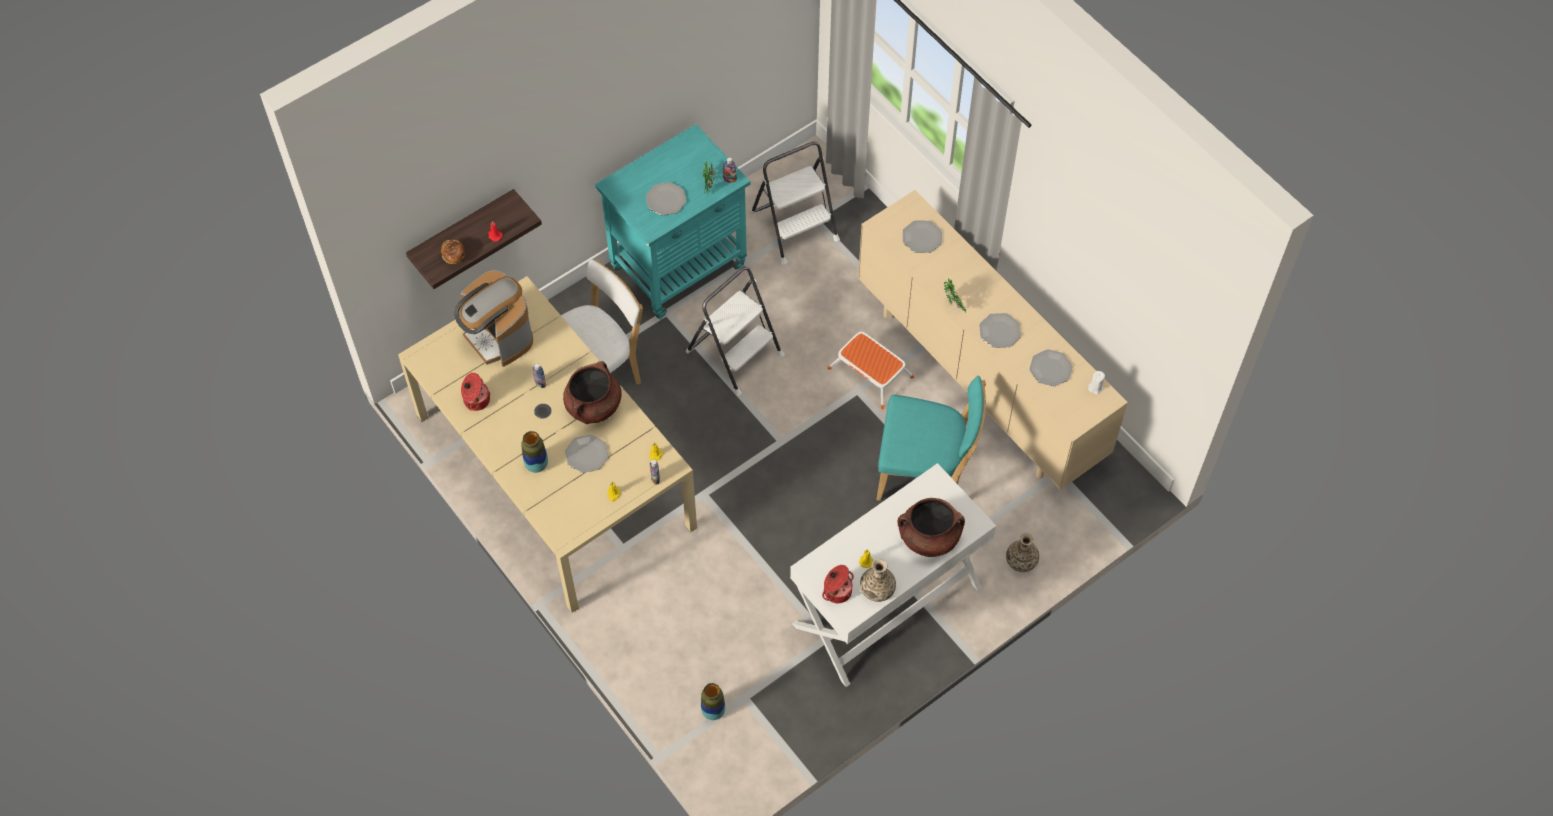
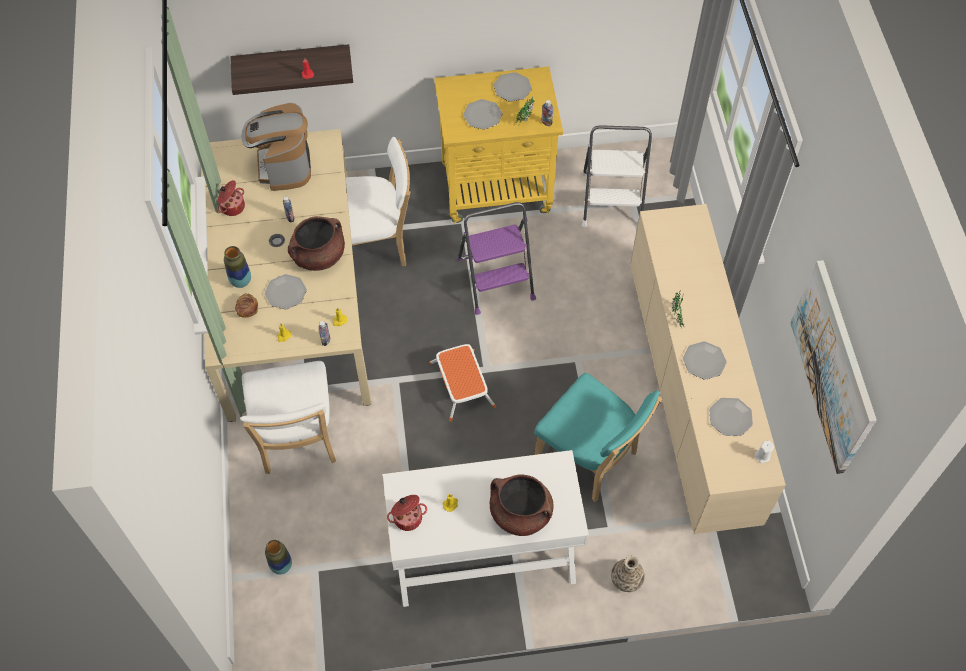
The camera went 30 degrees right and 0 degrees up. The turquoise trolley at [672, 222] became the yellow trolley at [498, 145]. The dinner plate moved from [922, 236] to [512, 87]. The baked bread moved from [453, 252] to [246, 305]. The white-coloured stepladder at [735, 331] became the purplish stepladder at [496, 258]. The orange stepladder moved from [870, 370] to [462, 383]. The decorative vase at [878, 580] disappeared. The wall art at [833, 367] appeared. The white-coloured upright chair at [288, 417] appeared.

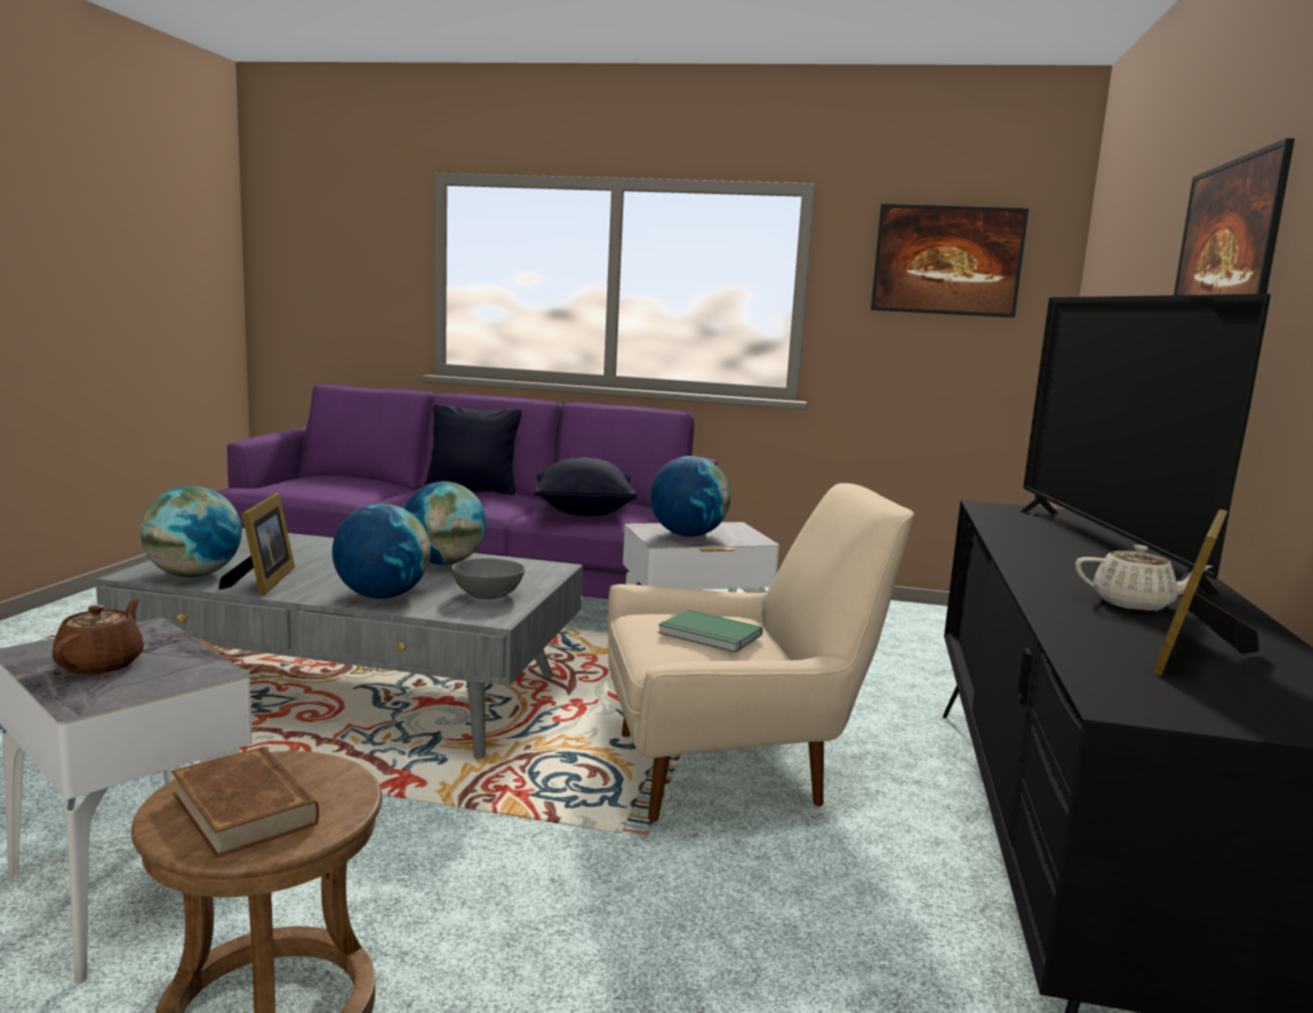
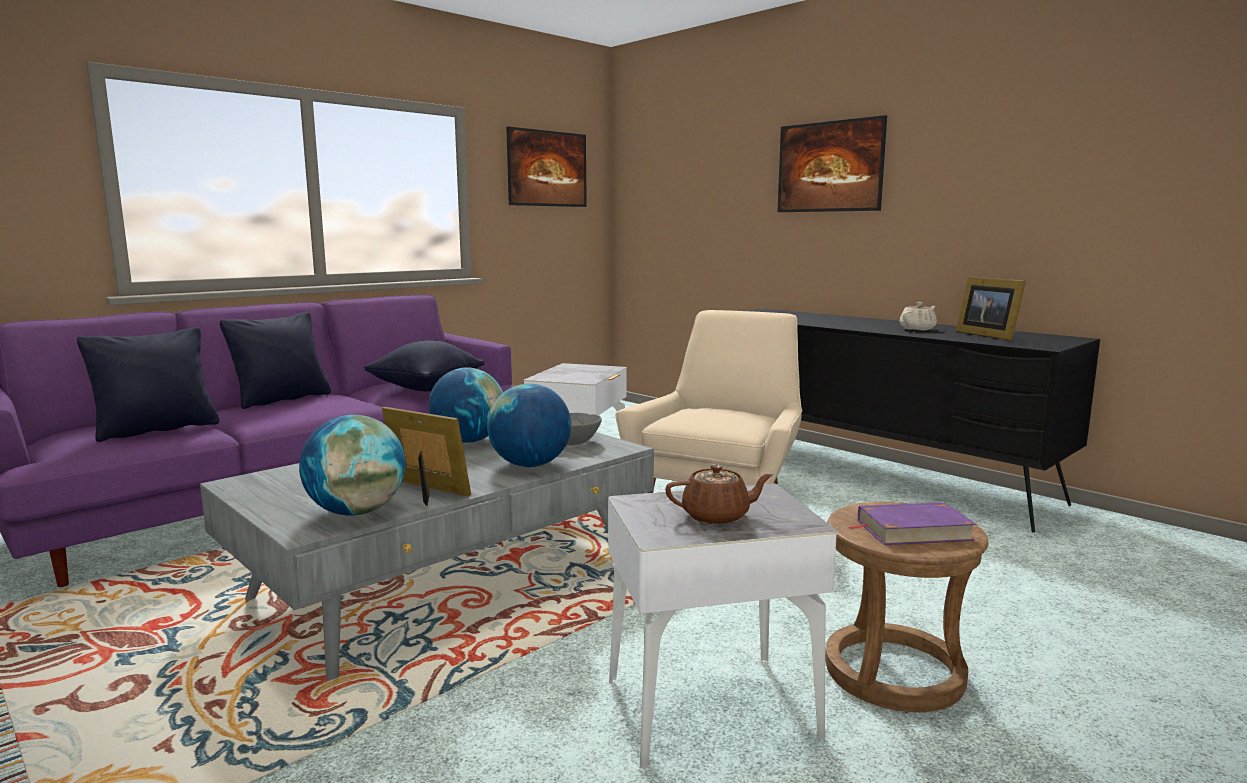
The camera went 55 degrees left and 0 degrees up. The TV set at [1144, 444] disappeared. The desk globe at [690, 496] disappeared. The brownish tea pot at [97, 636] turned 135 degrees clockwise. The green-coloured bound book at [710, 631] disappeared. The brownish bound book at [245, 802] became the purplish bound book at [912, 523]. The black pillow at [148, 384] appeared.

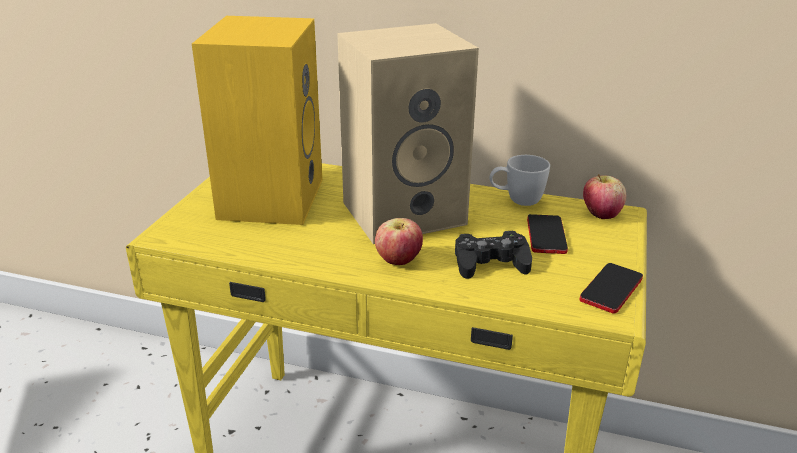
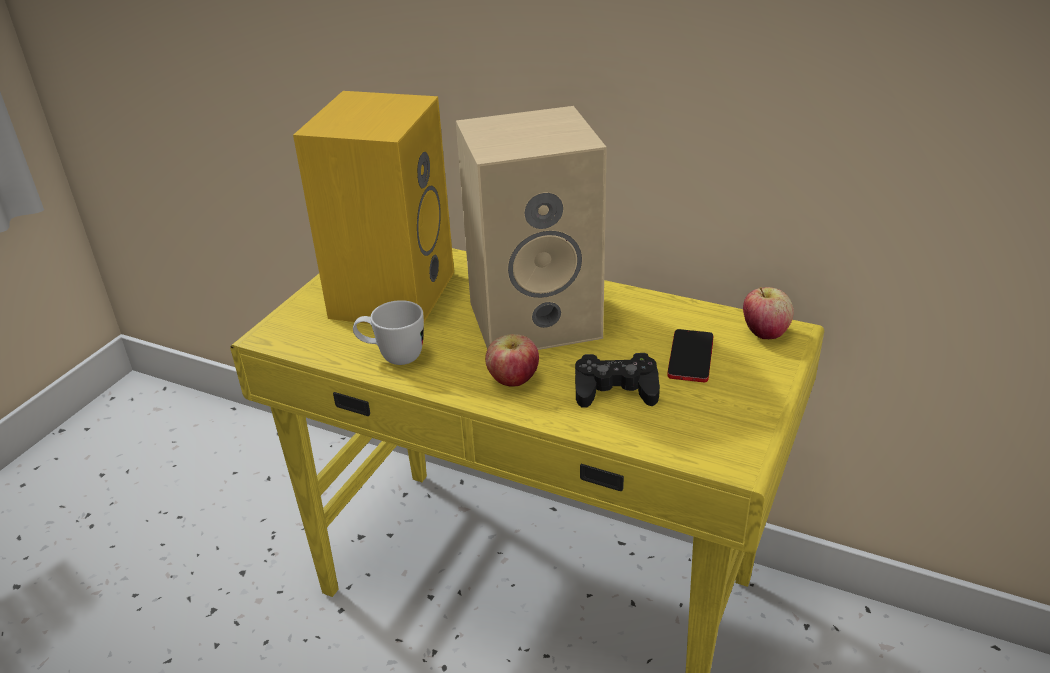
The camera went 10 degrees right and 5 degrees up. The white-coloured mug moved from [520, 180] to [388, 332]. The phone at [611, 288] disappeared.

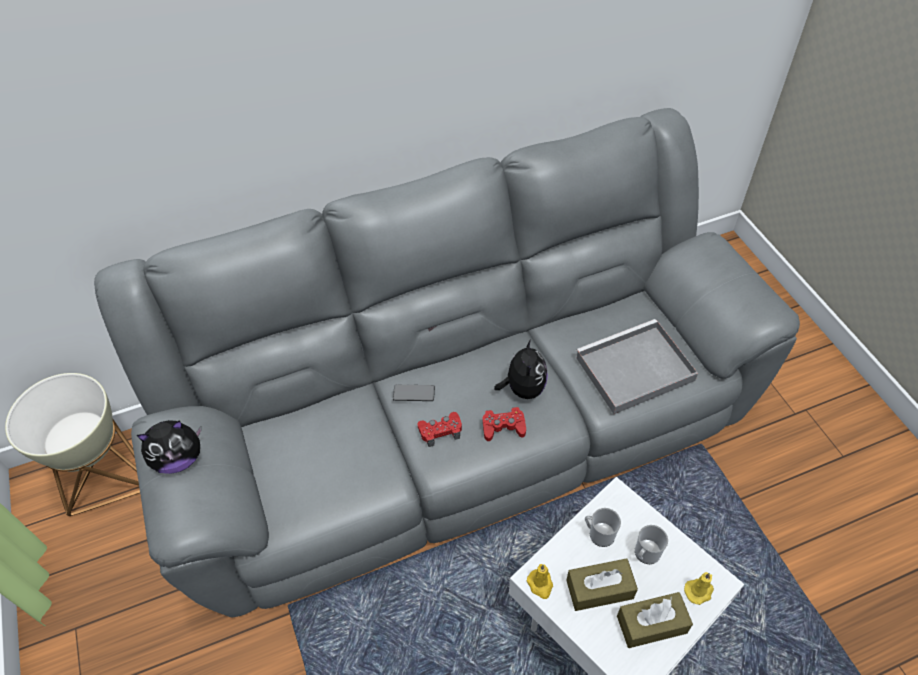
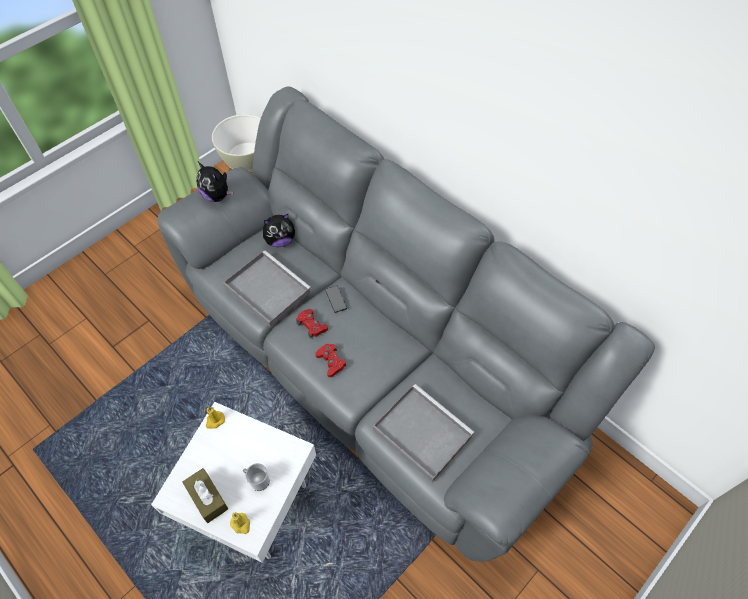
The camera went 65 degrees right and 5 degrees up. The cuddly toy moved from [521, 369] to [279, 230]. The mug at [603, 527] disappeared. The brownish box of tissues at [602, 584] disappeared. The greyish carrying tray at [267, 289] appeared.

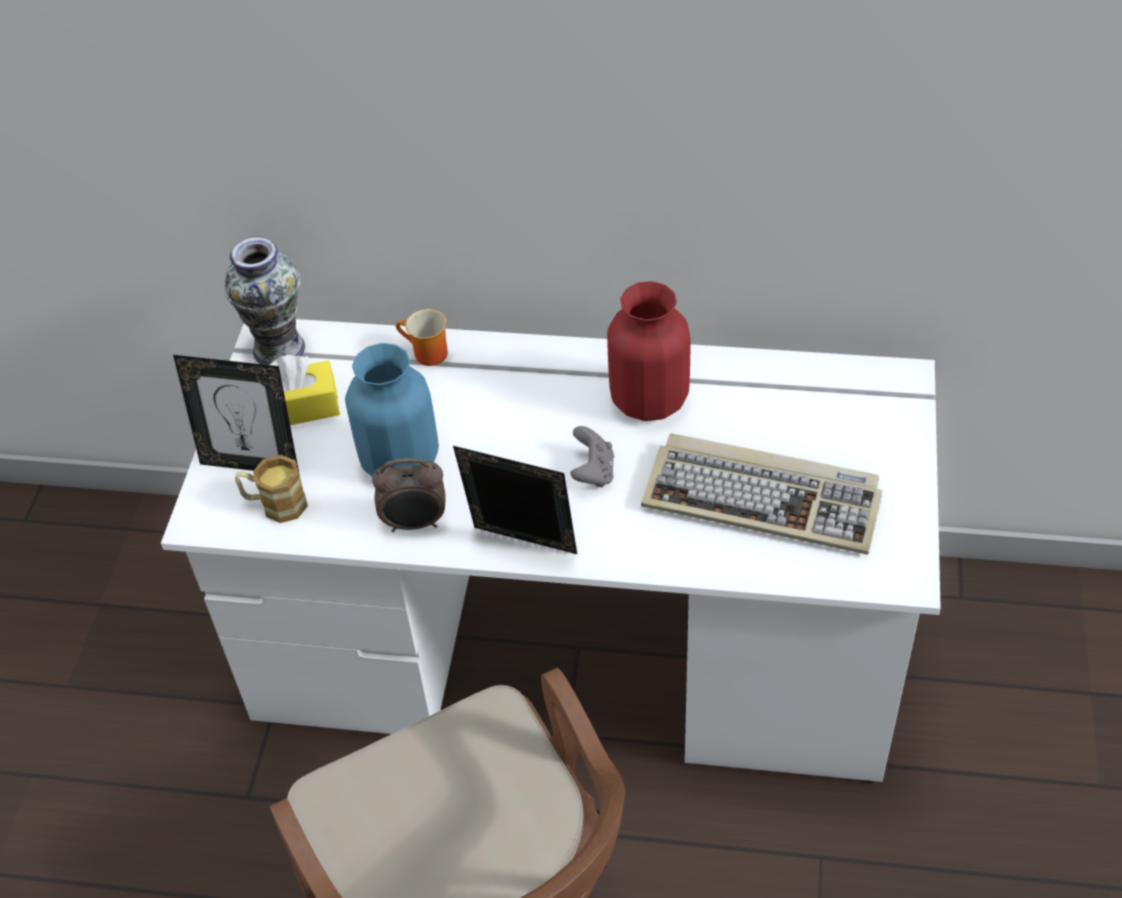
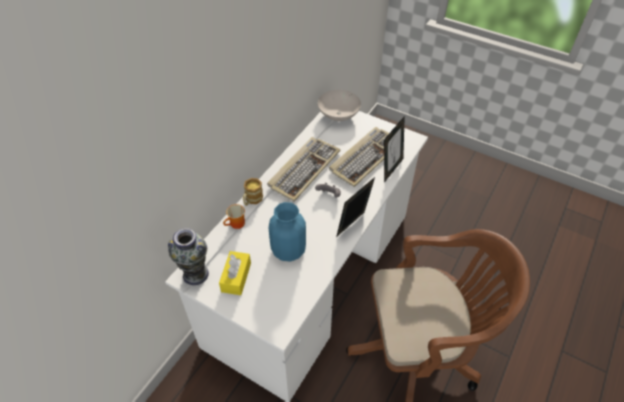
The camera went 70 degrees left and 0 degrees up. The red-coloured decorative vase at [648, 351] was replaced by the PC keyboard at [303, 169]. The photo frame moved from [236, 415] to [394, 149]. The mug moved from [271, 489] to [253, 192]. The alarm clock at [409, 495] disappeared. The white-coloured bowl at [339, 105] appeared.

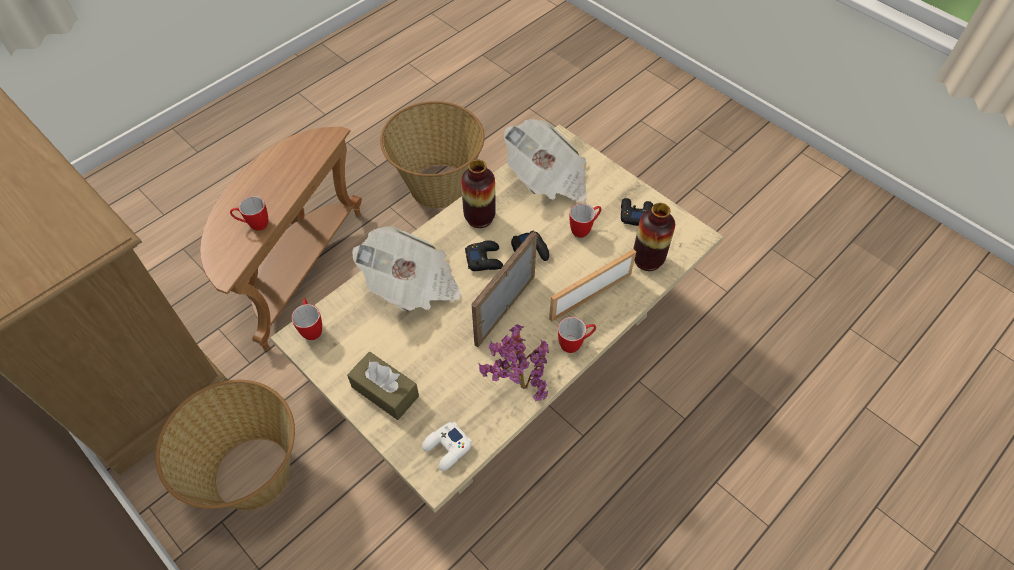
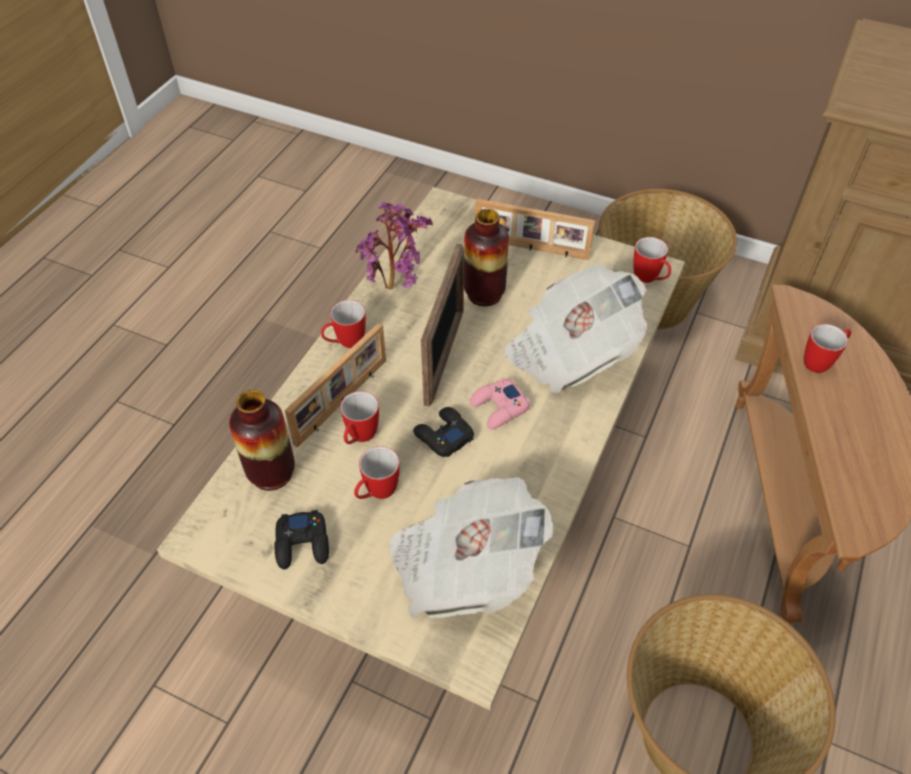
The camera went 160 degrees right and 5 degrees down. The decorative vase moved from [478, 194] to [486, 257]. The black gamepad at [484, 256] became the pinkish gamepad at [500, 403]. The brownish box of tissues at [383, 386] was replaced by the photo frame at [535, 229]. The white-coloured gamepad at [447, 446] disappeared. The mug at [359, 417] appeared.

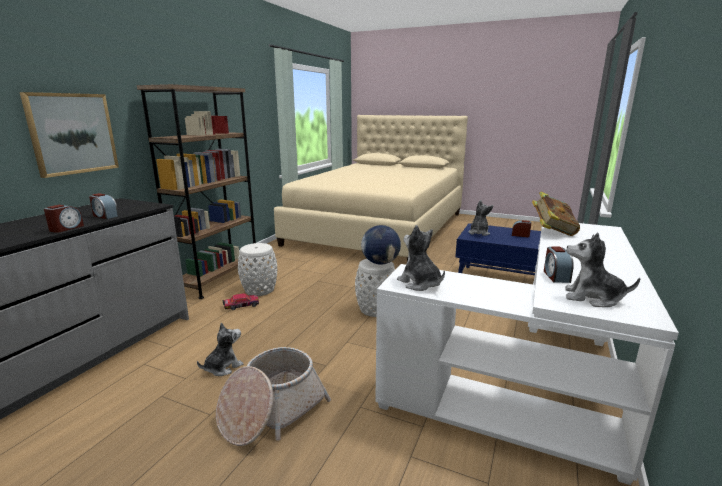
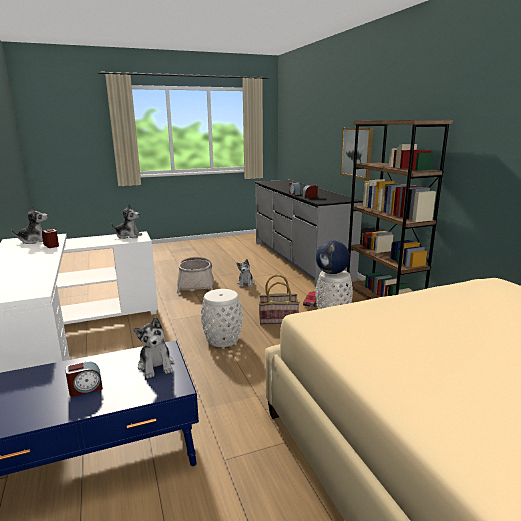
The camera went 135 degrees right and 0 degrees up. The bound book at [556, 214] disappeared. The desk globe moved from [381, 245] to [333, 257]. The storage basket at [279, 300] appeared.

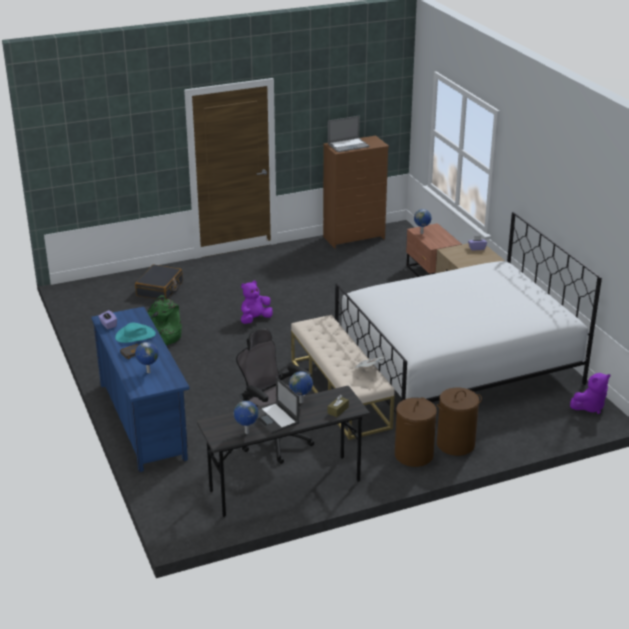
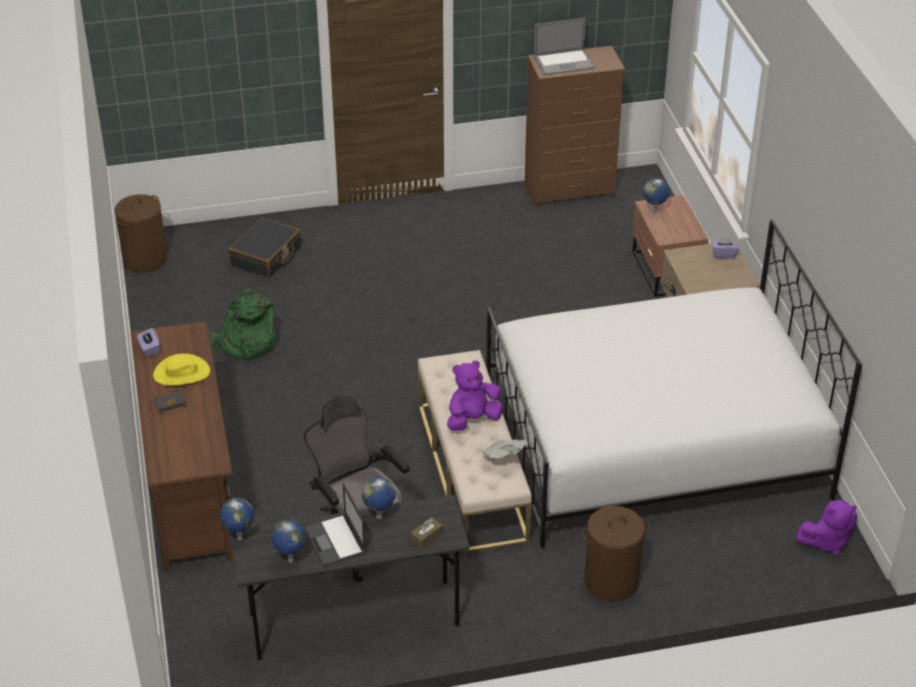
The camera went 10 degrees right and 10 degrees up. The purplish cuddly toy moved from [257, 302] to [475, 395]. The bluish drawer chest at [140, 389] became the brownish drawer chest at [182, 445]. The turquoise wearable hat at [135, 333] became the yellow wearable hat at [181, 369]. The desk globe moved from [147, 357] to [237, 519]. The brownish laundry basket moved from [416, 432] to [141, 233].

